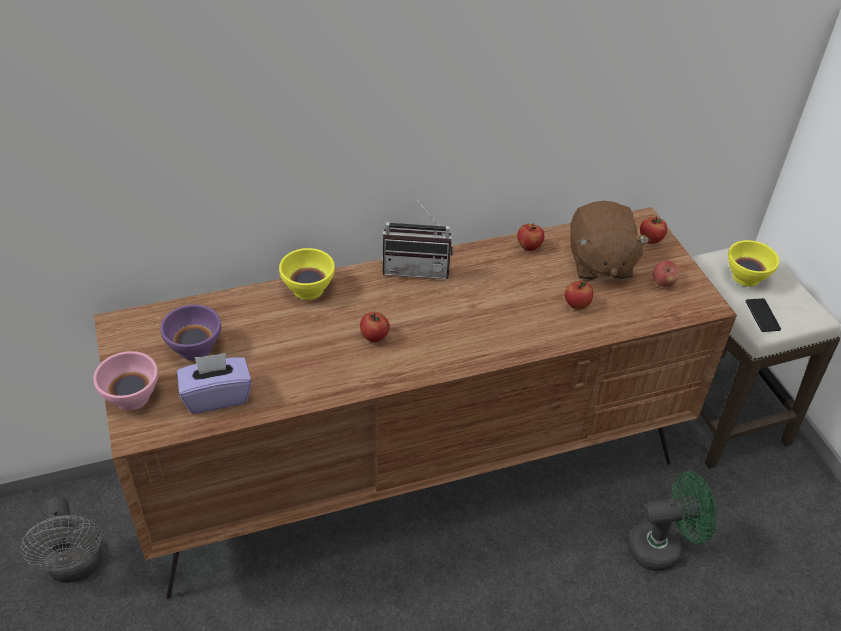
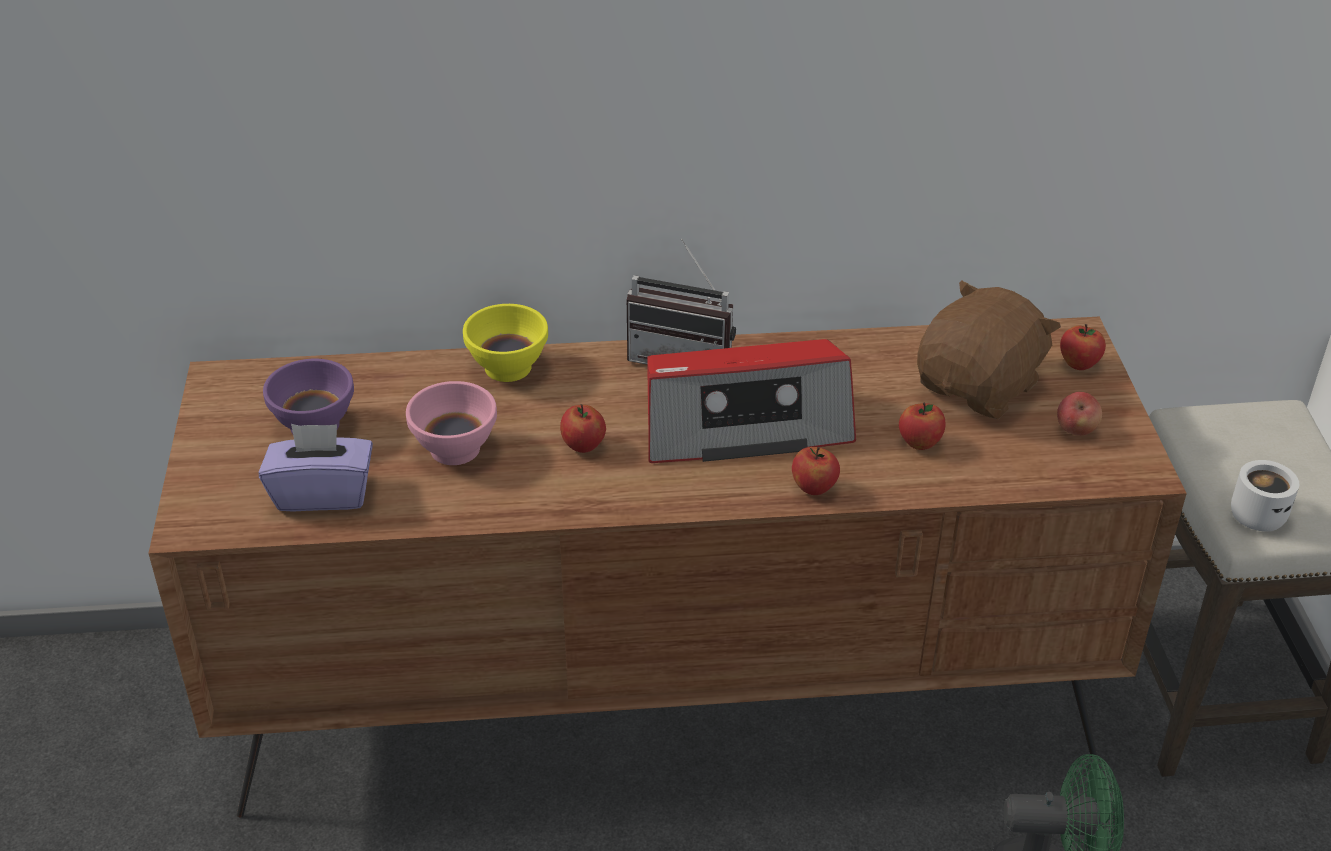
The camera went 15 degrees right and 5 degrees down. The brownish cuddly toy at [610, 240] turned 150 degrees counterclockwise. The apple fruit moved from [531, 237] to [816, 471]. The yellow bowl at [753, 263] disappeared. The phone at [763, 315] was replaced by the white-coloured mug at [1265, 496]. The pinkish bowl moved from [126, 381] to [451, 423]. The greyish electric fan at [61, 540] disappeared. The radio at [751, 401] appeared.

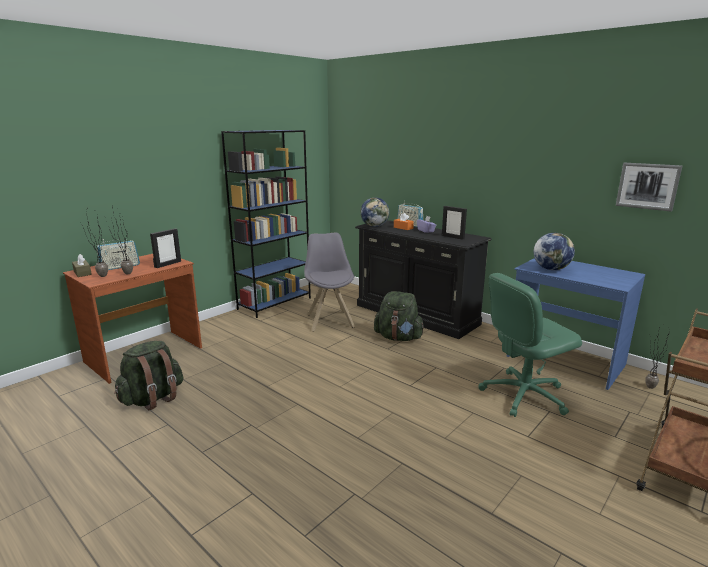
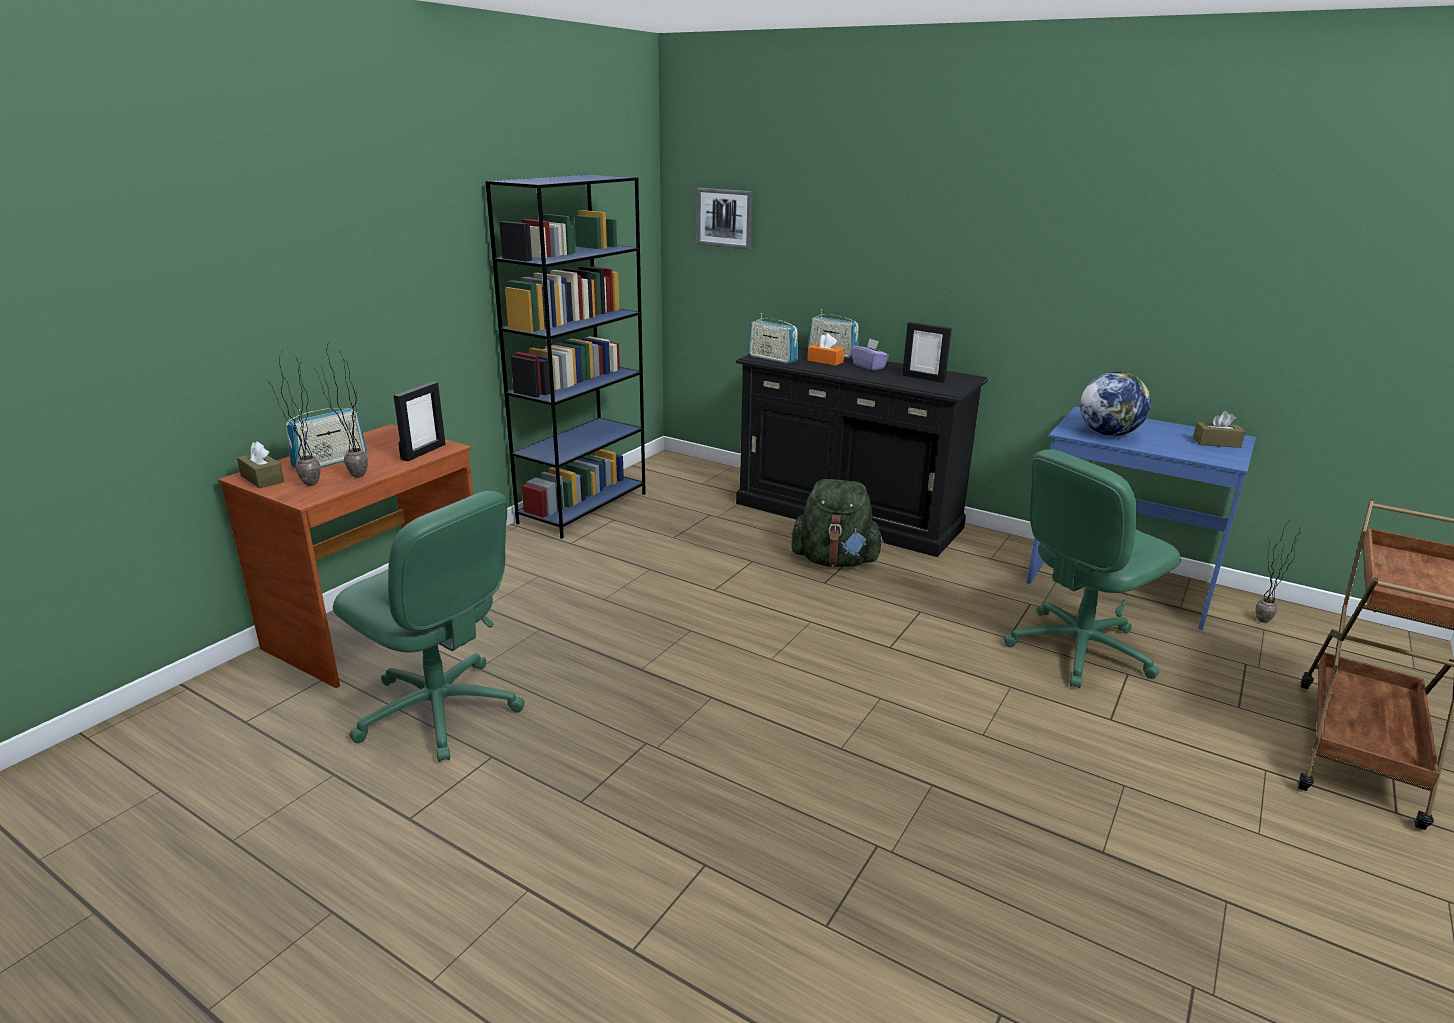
The camera went 10 degrees left and 5 degrees up. The wall art moved from [649, 187] to [725, 219]. The desk globe at [374, 212] was replaced by the radio at [773, 338]. The greyish upright chair at [329, 282] disappeared. The green-coloured backpack at [148, 375] was replaced by the green-coloured desk chair at [429, 626]. The brownish box of tissues at [1219, 429] appeared.

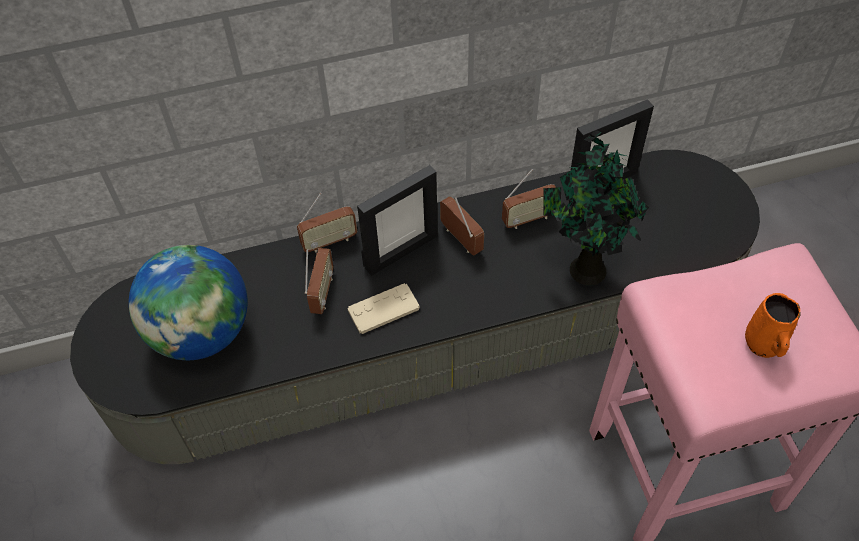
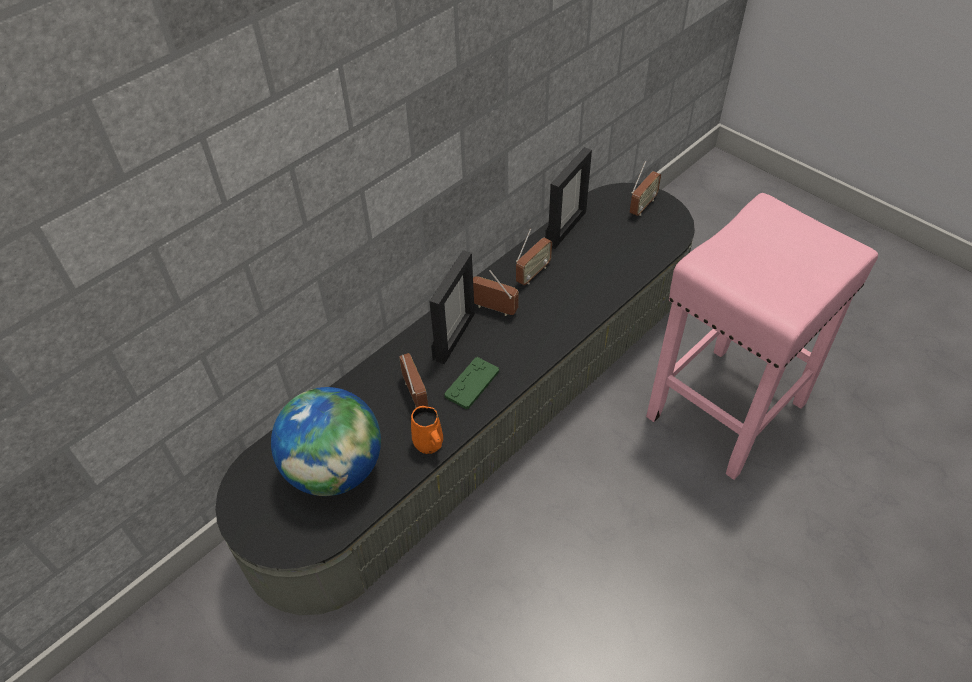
The camera went 30 degrees left and 5 degrees down. The plant in a pot at [596, 208] disappeared. The radio moved from [327, 223] to [645, 188]. The beige-coloured gamepad at [383, 308] became the green-coloured gamepad at [471, 383]. The orange mug moved from [773, 325] to [427, 430].

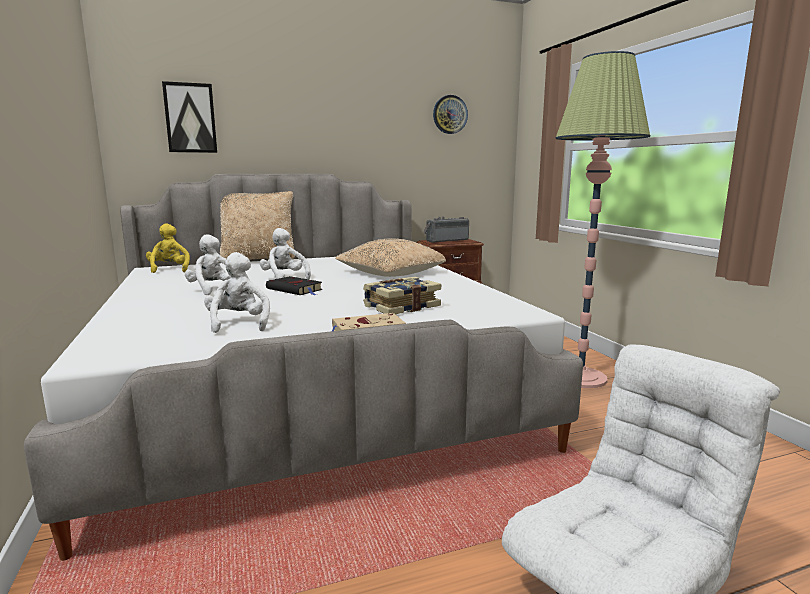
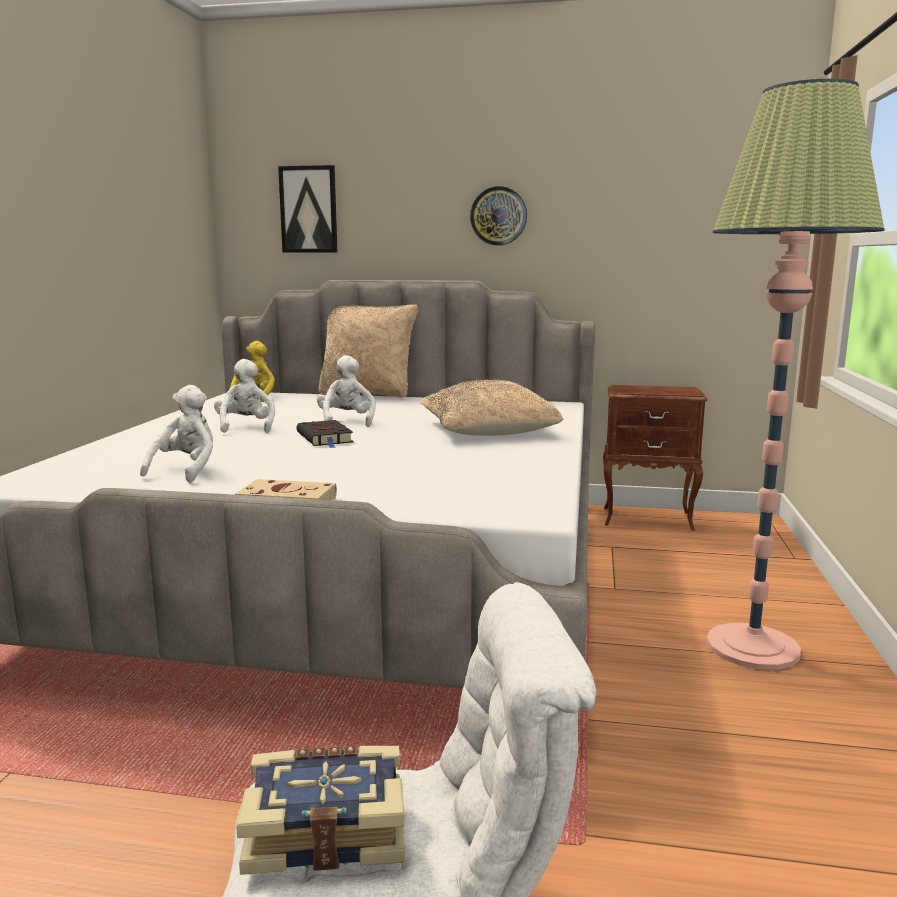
The camera went 30 degrees right and 0 degrees up. The clock on the wall moved from [450, 114] to [498, 215]. The radio at [446, 230] disappeared. The bound book moved from [402, 295] to [320, 810].

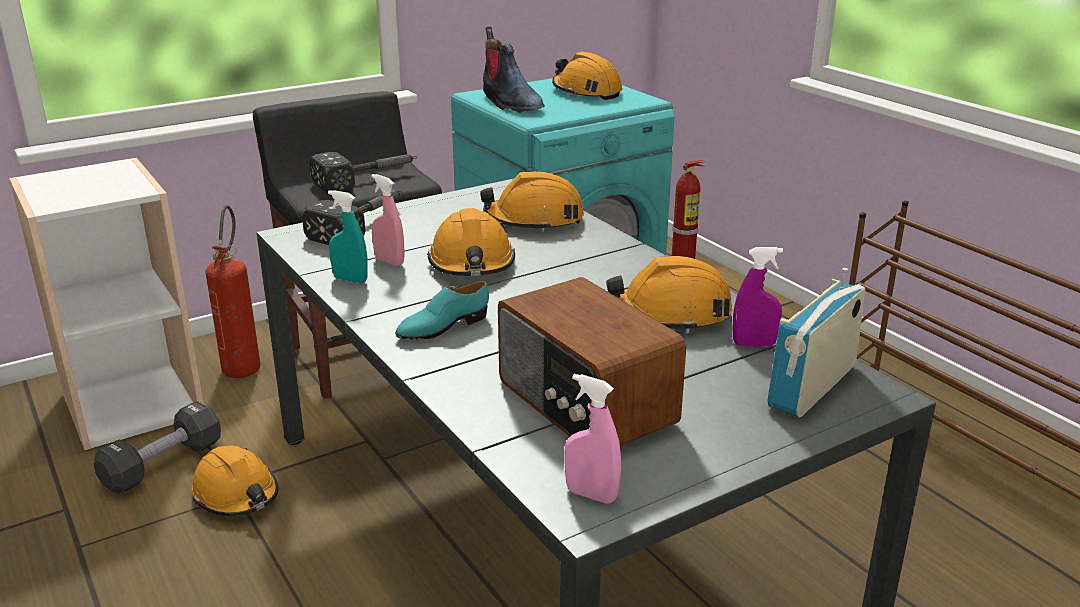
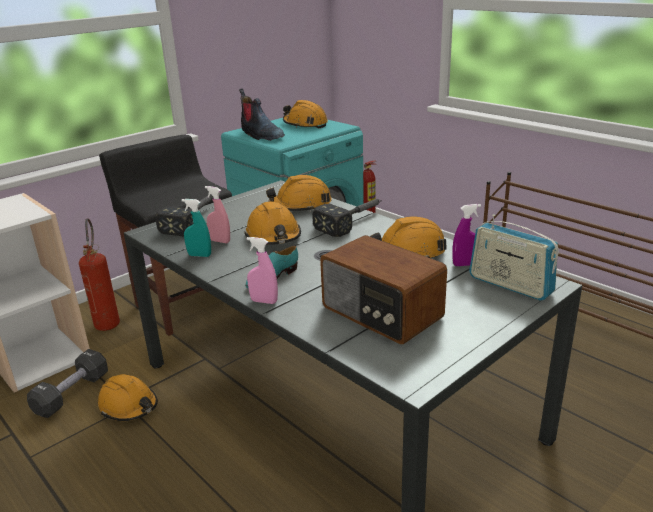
The camera went 10 degrees left and 0 degrees up. The hammer moved from [364, 173] to [347, 218]. The radio at [817, 343] turned 75 degrees counterclockwise. The pinkish sprayer moved from [592, 439] to [262, 270].

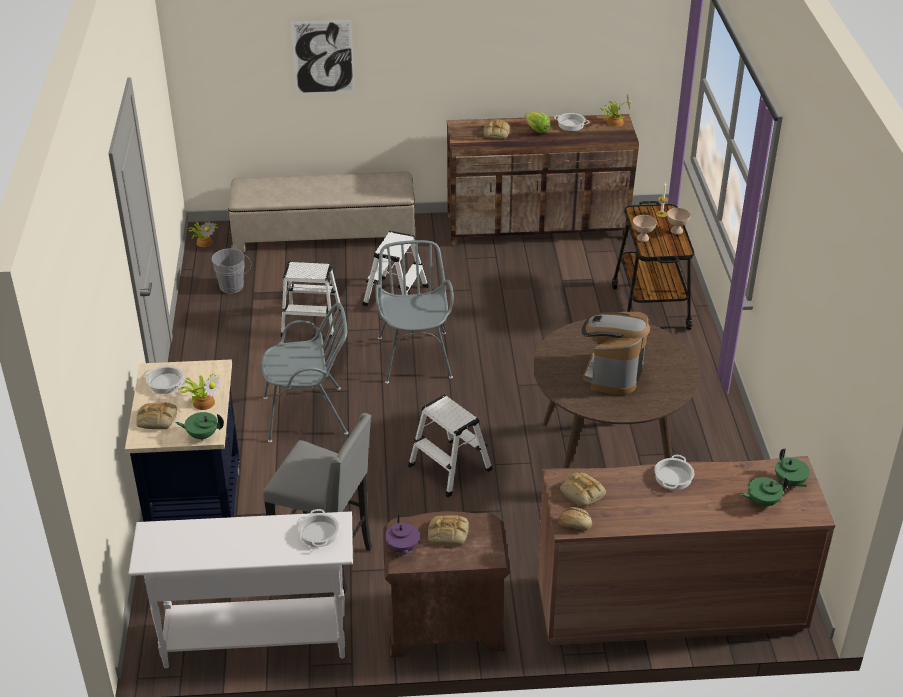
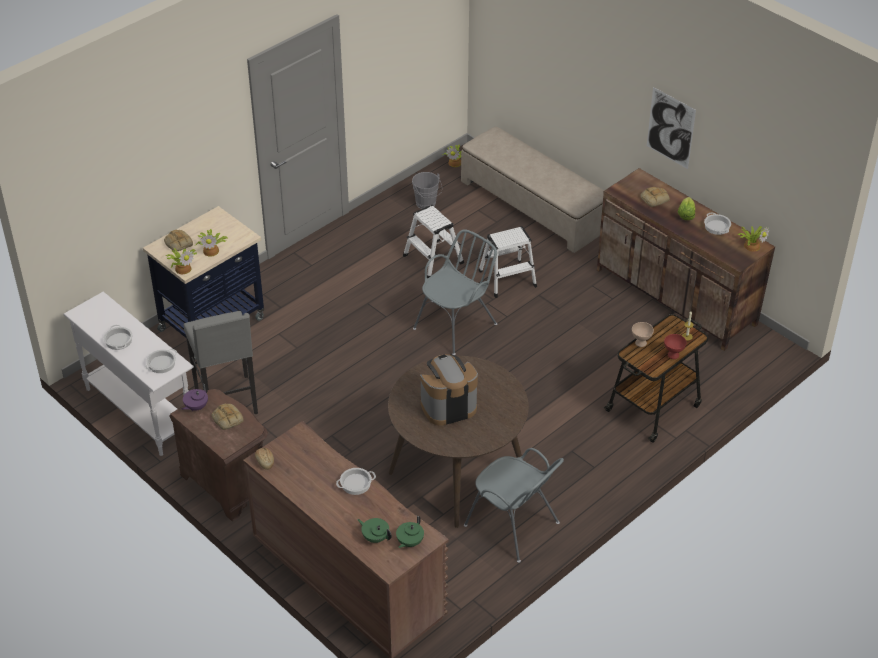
The camera went 50 degrees right and 5 degrees up. The wall art moved from [323, 57] to [671, 128]. The beige-coloured bowl at [679, 221] became the red-coloured bowl at [675, 346]. The greyish upright chair moved from [305, 372] to [514, 505]. The cooking pot moved from [165, 380] to [118, 337]. The white-coloured stepladder at [450, 446] disappeared. The green-coloured tea pot at [200, 426] was replaced by the plant in a pot at [181, 261]. The baked bread at [583, 490] disappeared.

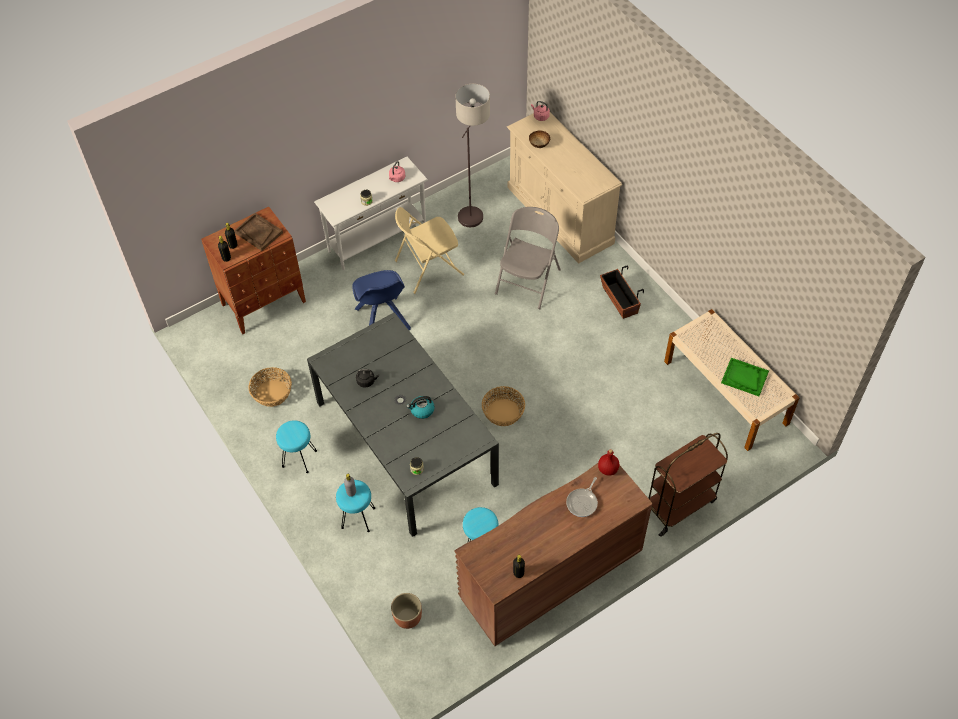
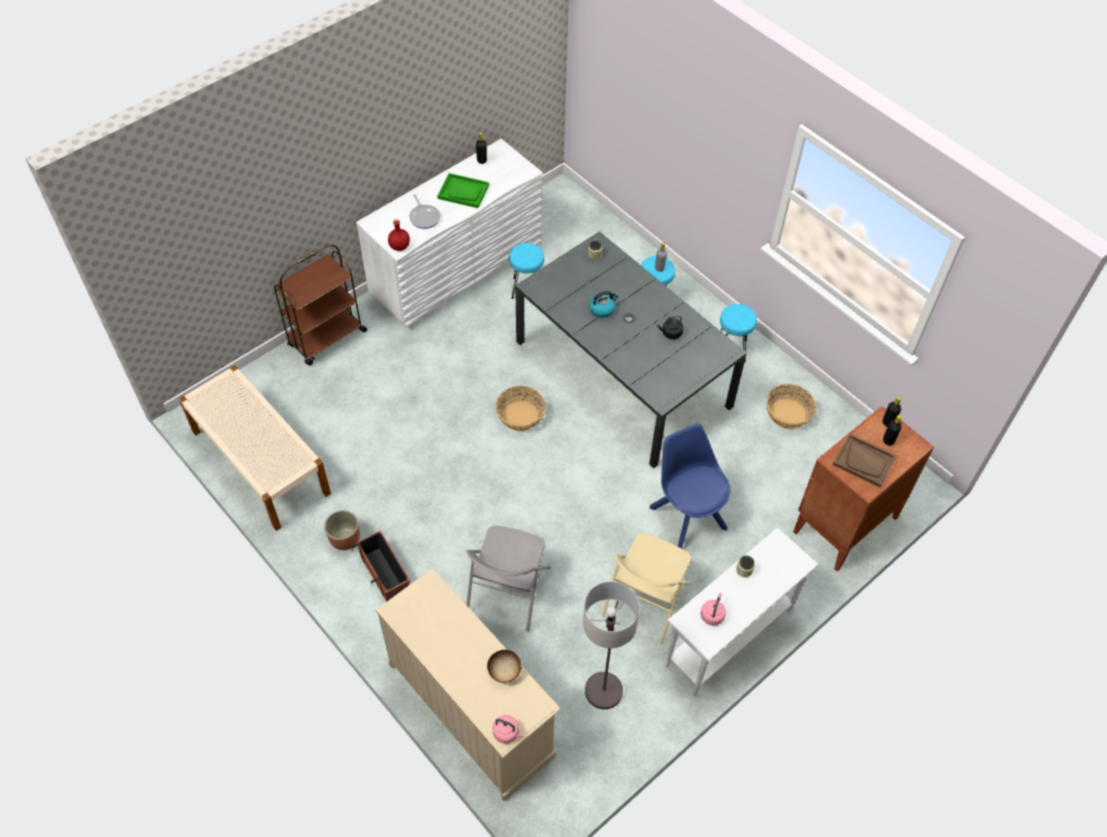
The camera went 170 degrees right and 0 degrees up. The beige-coloured upright chair at [429, 250] turned 150 degrees clockwise. The green-coloured carrying tray moved from [745, 377] to [463, 190]. The brownish drawer chest at [553, 554] became the white-coloured drawer chest at [449, 233]. The frying pan at [582, 497] turned 135 degrees clockwise. The plant pot moved from [406, 611] to [342, 530].

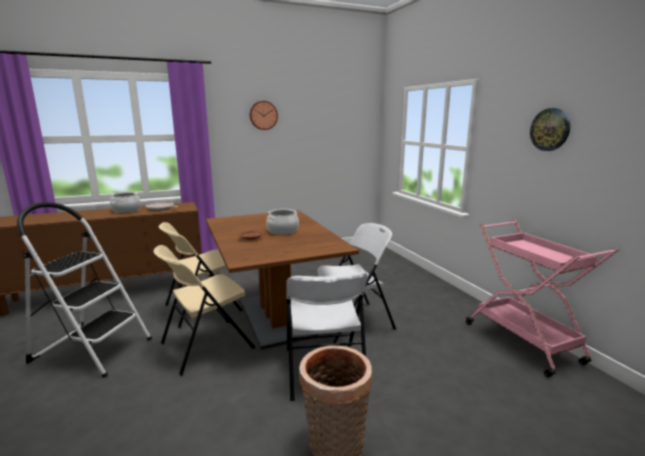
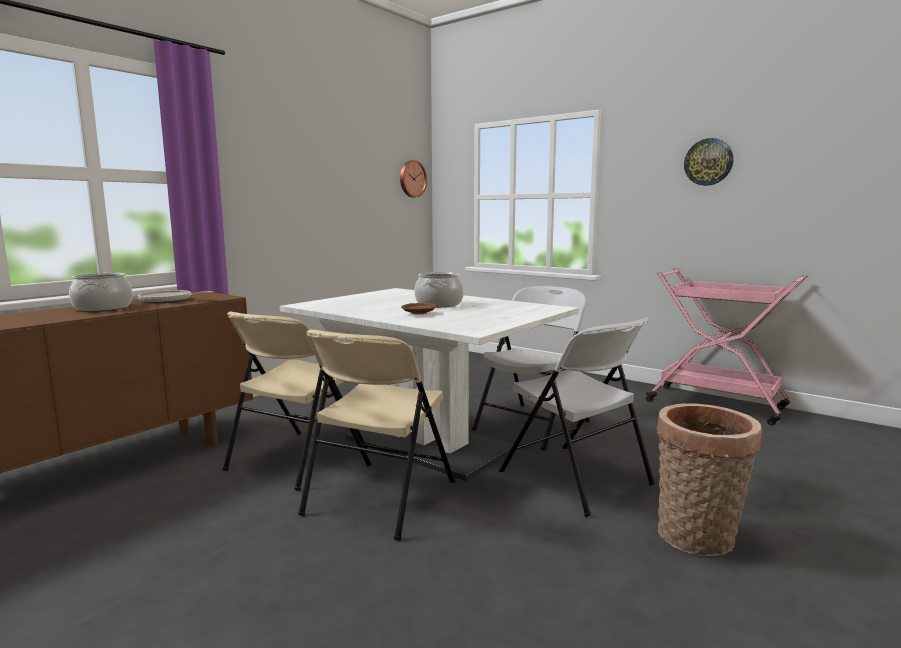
The camera went 30 degrees left and 5 degrees down. The clock on the wall moved from [264, 115] to [413, 179]. The stepladder at [84, 290] disappeared. The brownish dinner table at [282, 280] became the white-coloured dinner table at [429, 384].

